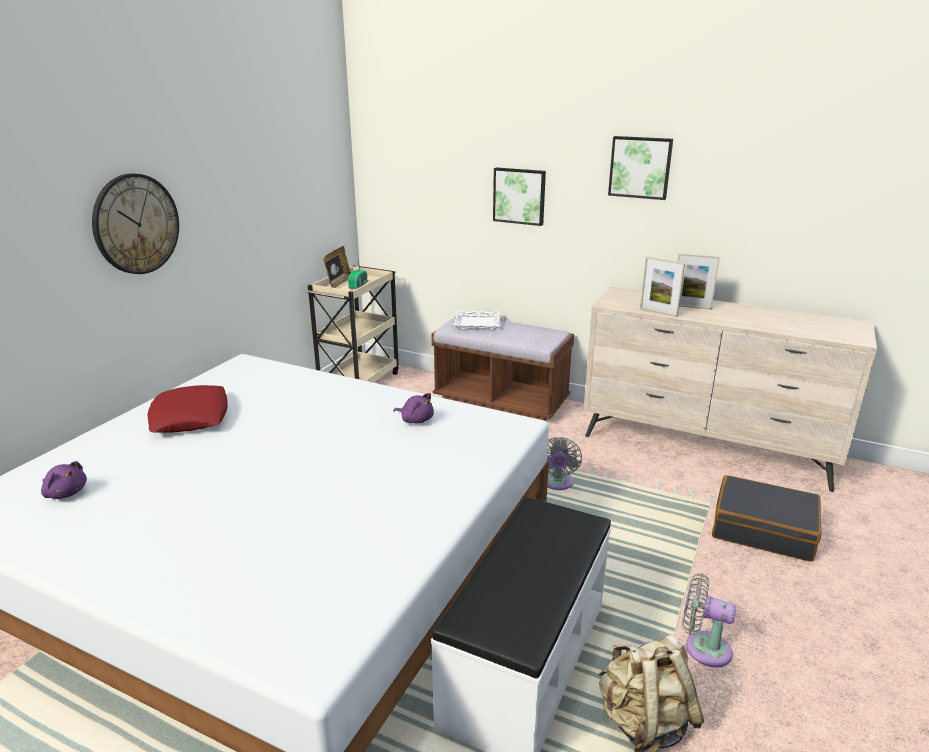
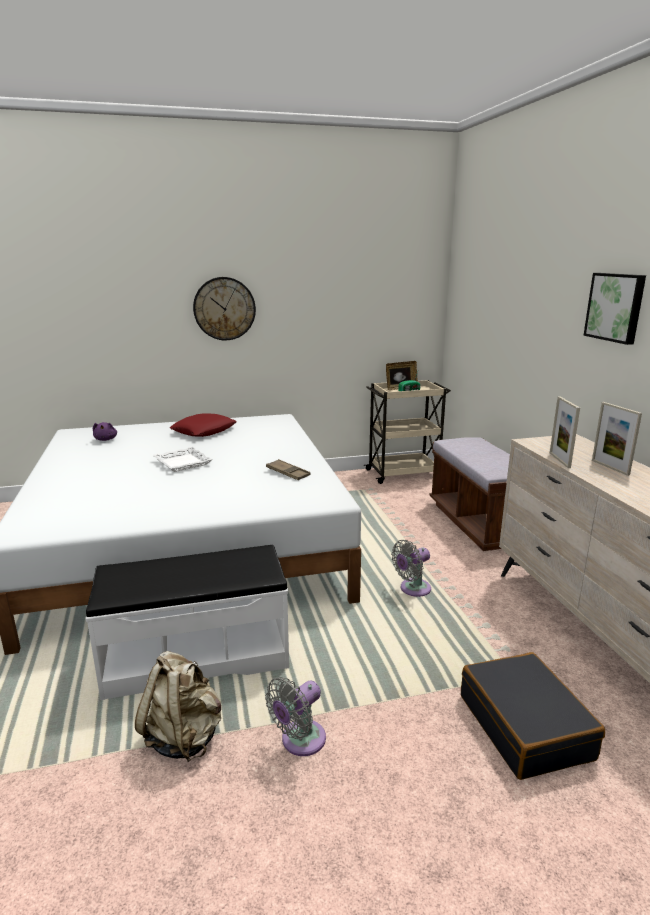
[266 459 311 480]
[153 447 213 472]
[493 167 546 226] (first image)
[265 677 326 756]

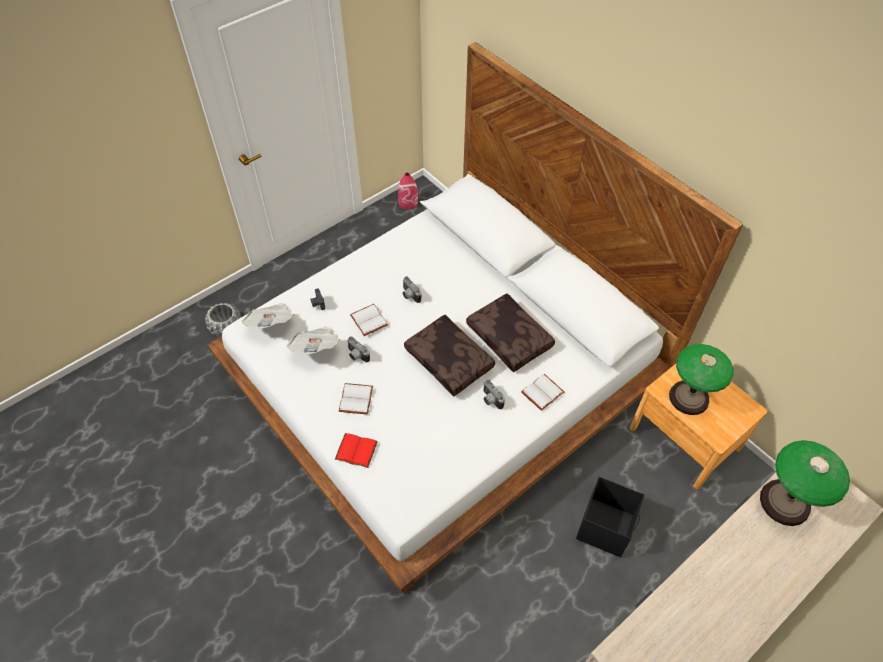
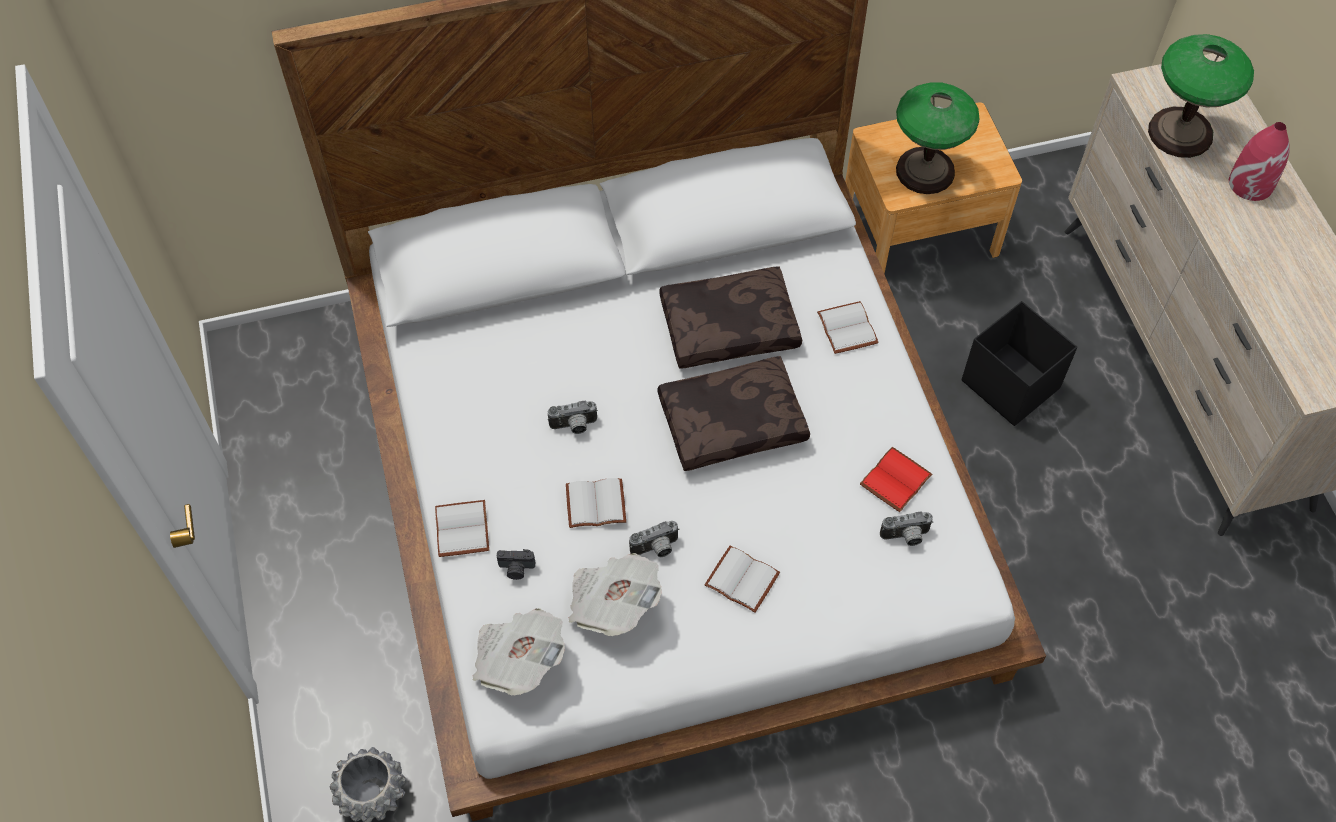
[860 447 932 512]
[1229 122 1289 201]
[880 511 933 546]
[435 500 489 557]

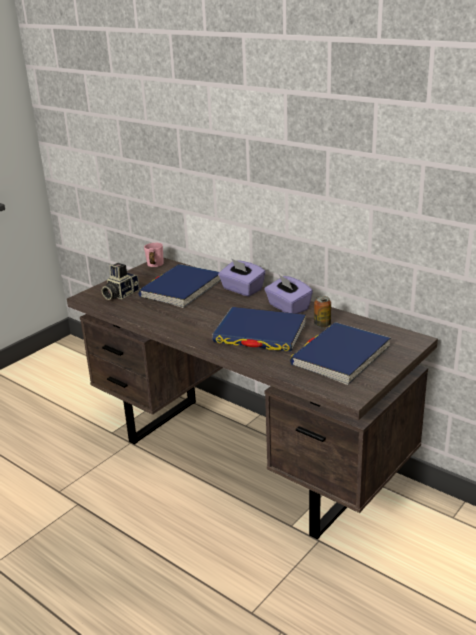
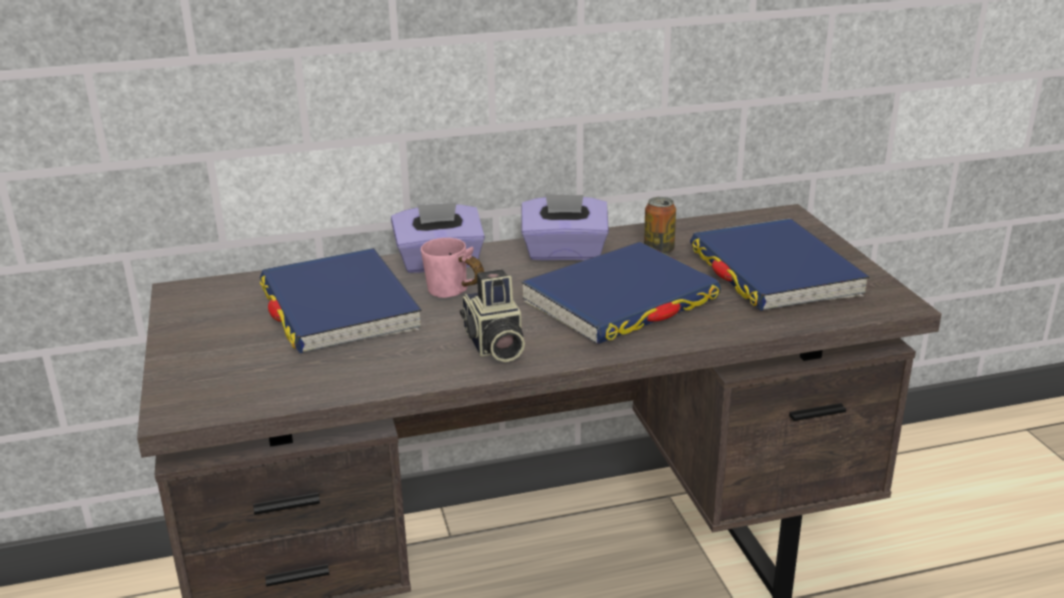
[460 269 525 362]
[421 238 484 298]

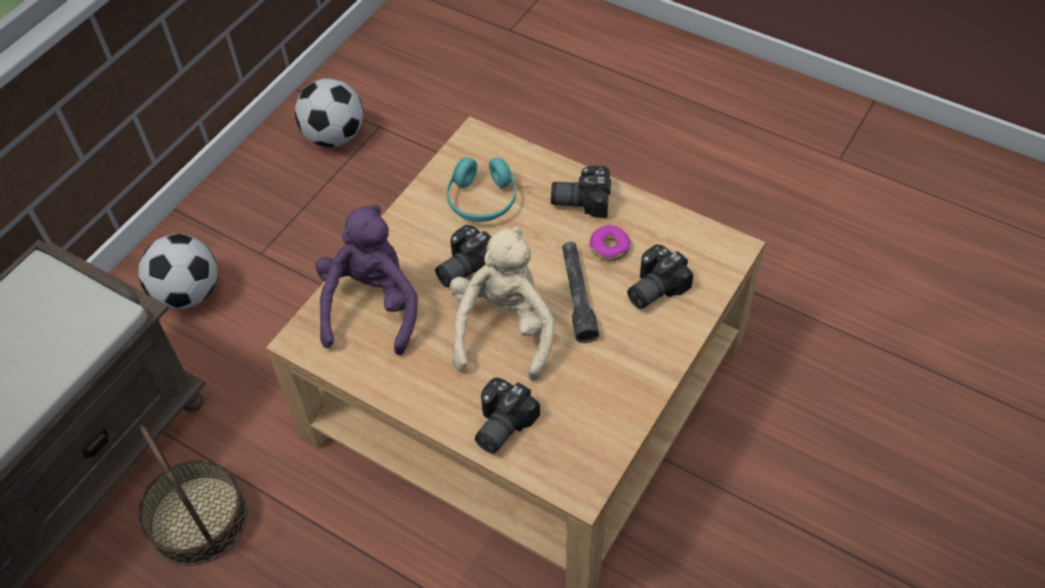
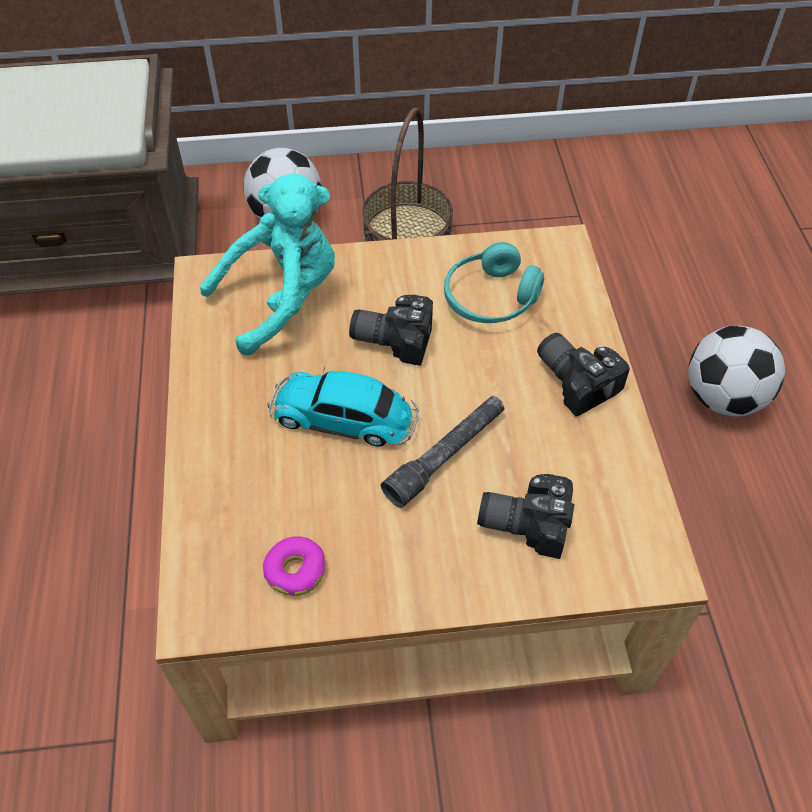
[362 108 453 242]
[688 325 785 417]
[200 173 335 356]
[267 367 418 447]
[475 378 540 454] (first image)
[263 536 326 596]

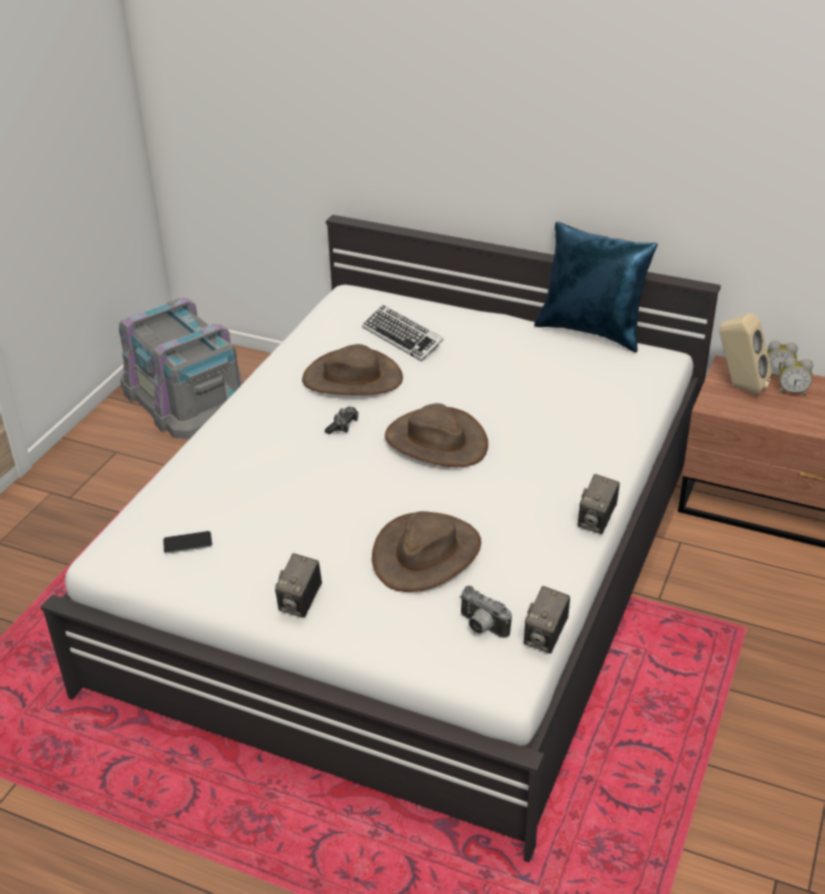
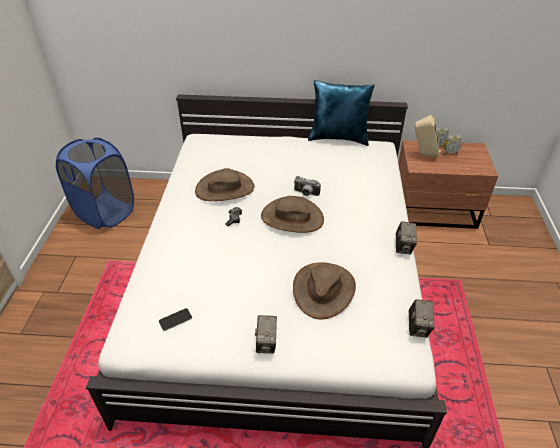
[56 138 134 229]
[362 305 444 362] (first image)
[294 176 321 196]

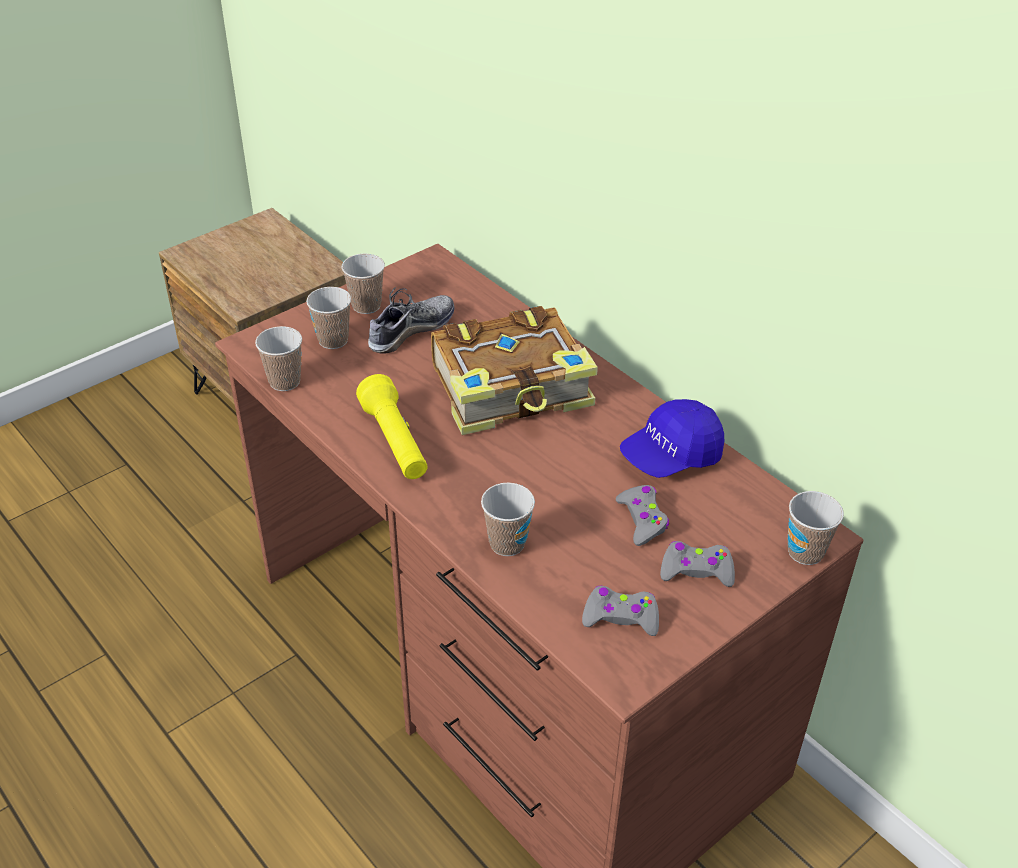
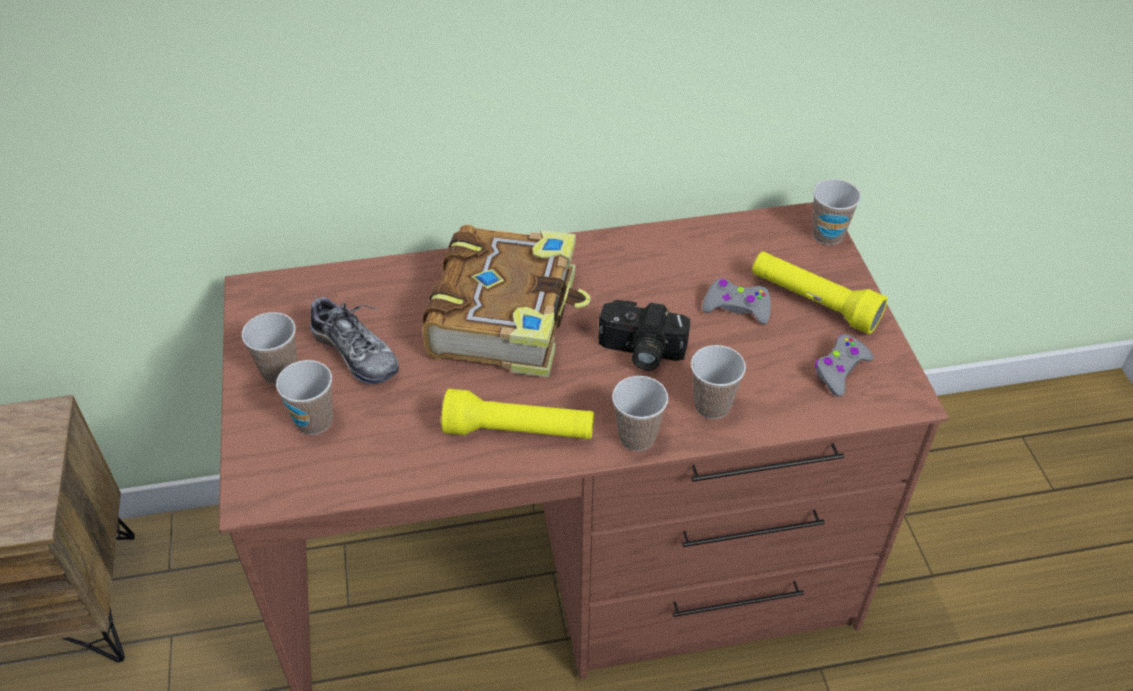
[612 376 668 451]
[310 294 399 385]
[620 399 724 478] (first image)
[752 251 888 334]
[598 300 690 371]

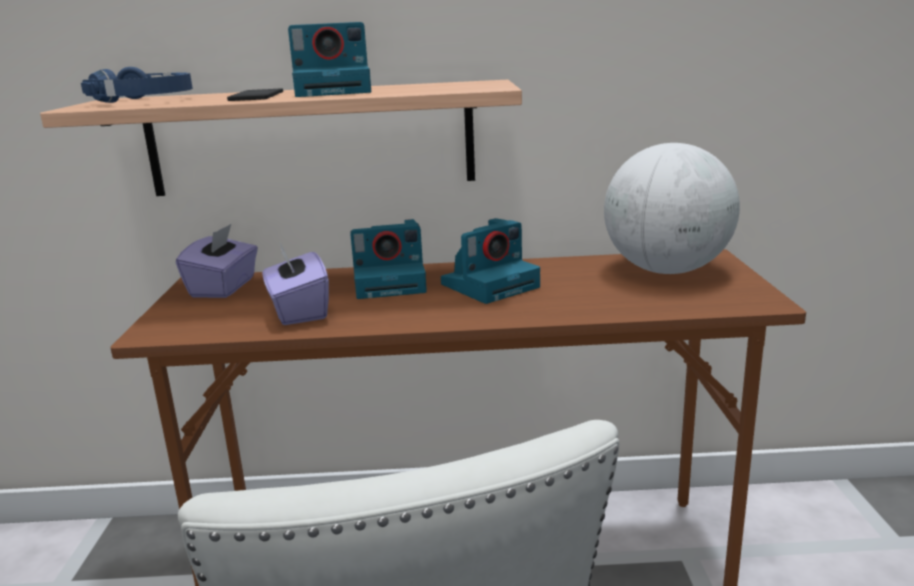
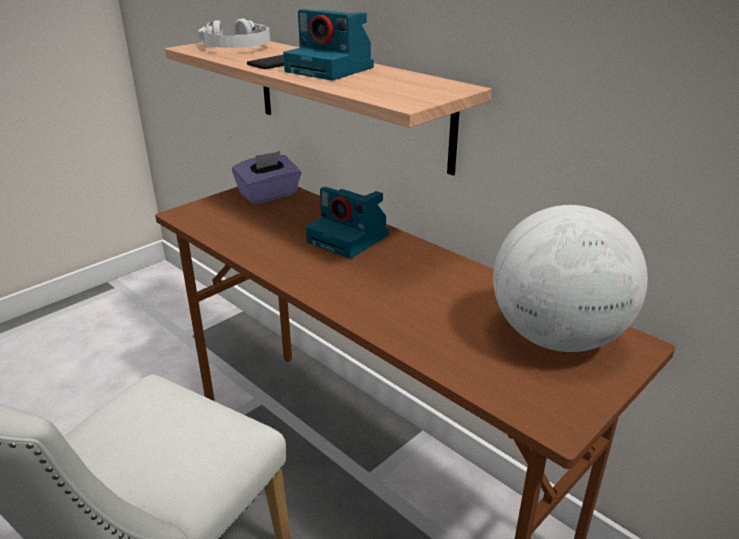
[199 18 270 48]
[262 243 329 325] (first image)
[441 218 540 304] (first image)

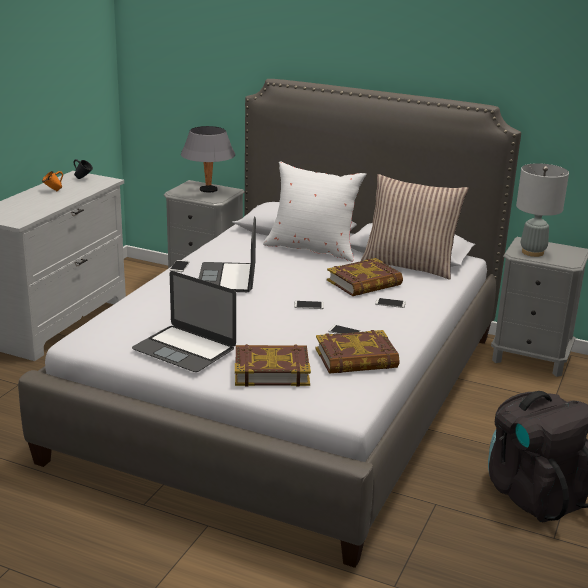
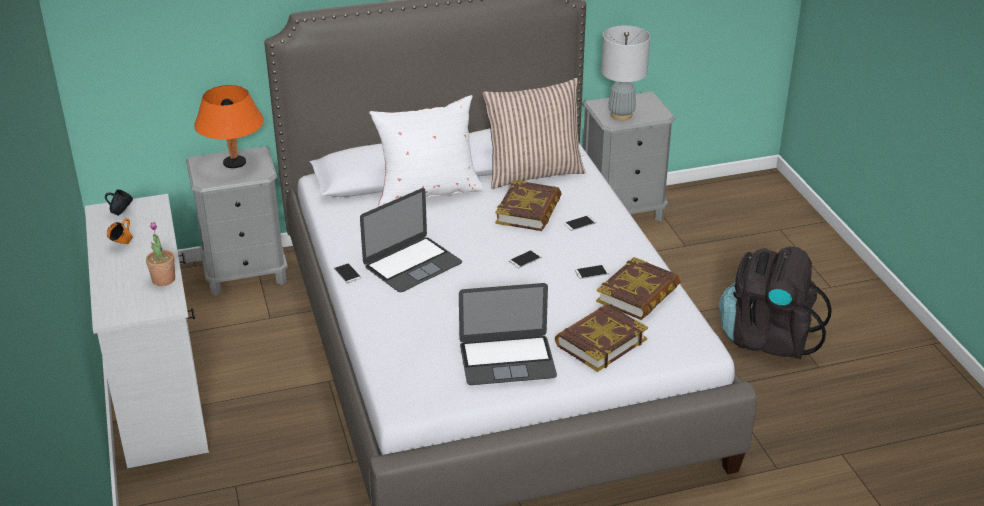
[194 85 264 168]
[360 188 462 292]
[146 222 175 286]

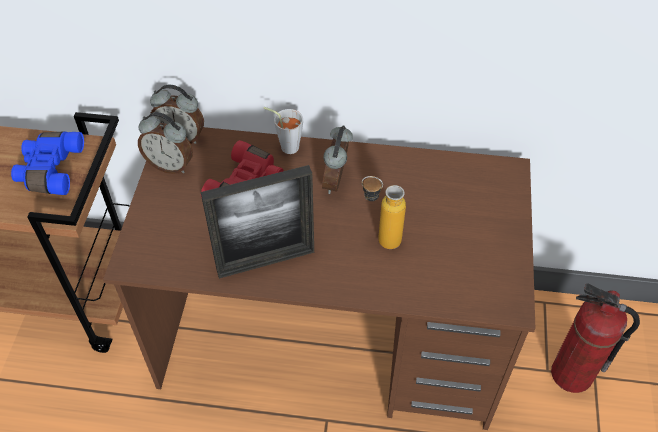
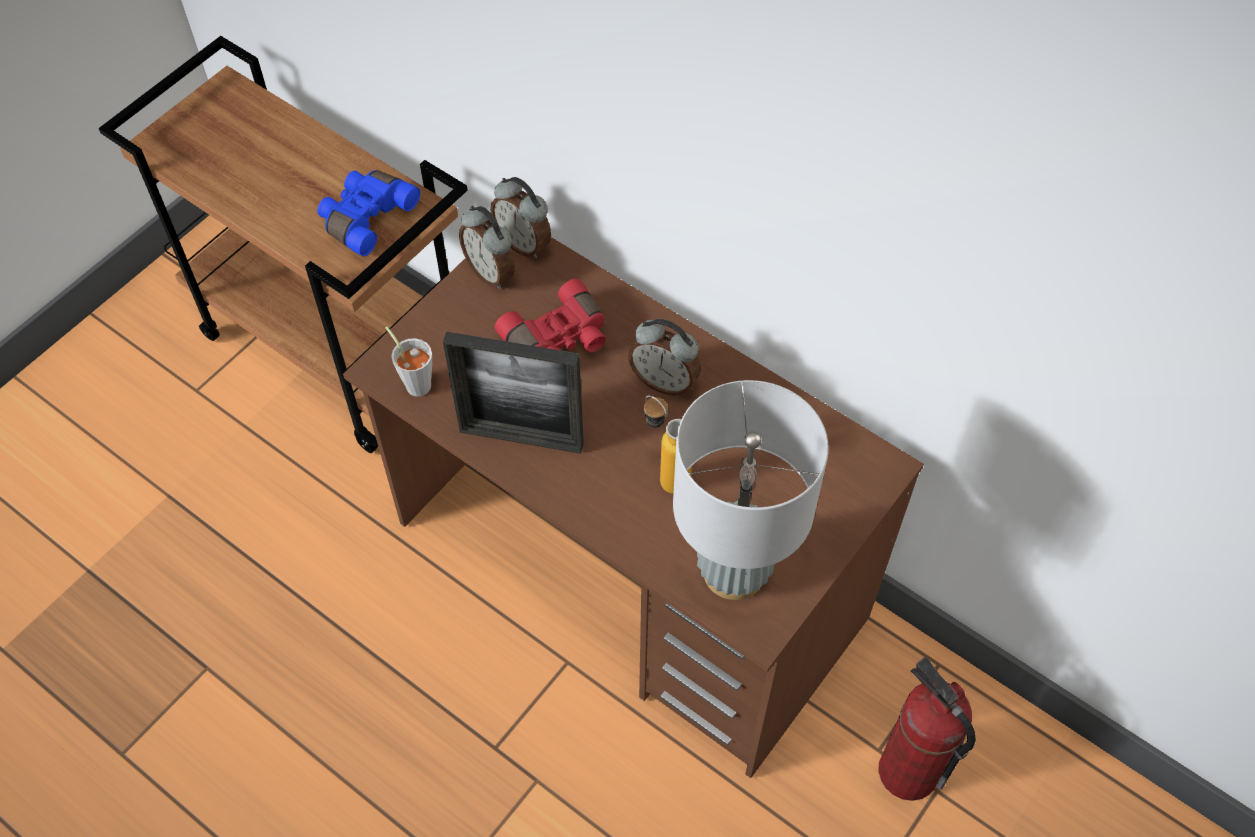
[385 326 432 397]
[628 319 701 396]
[673 380 829 600]

